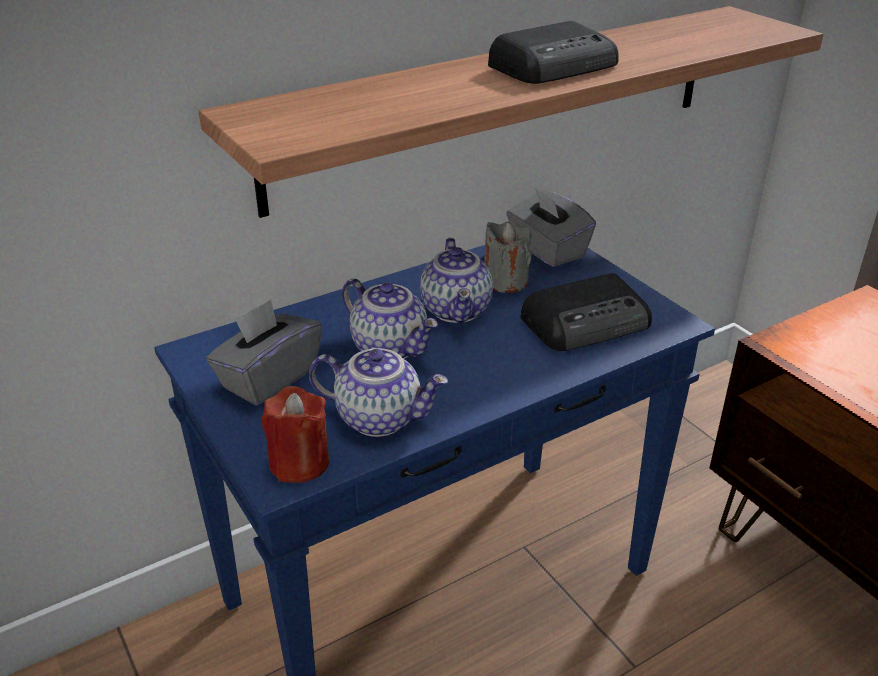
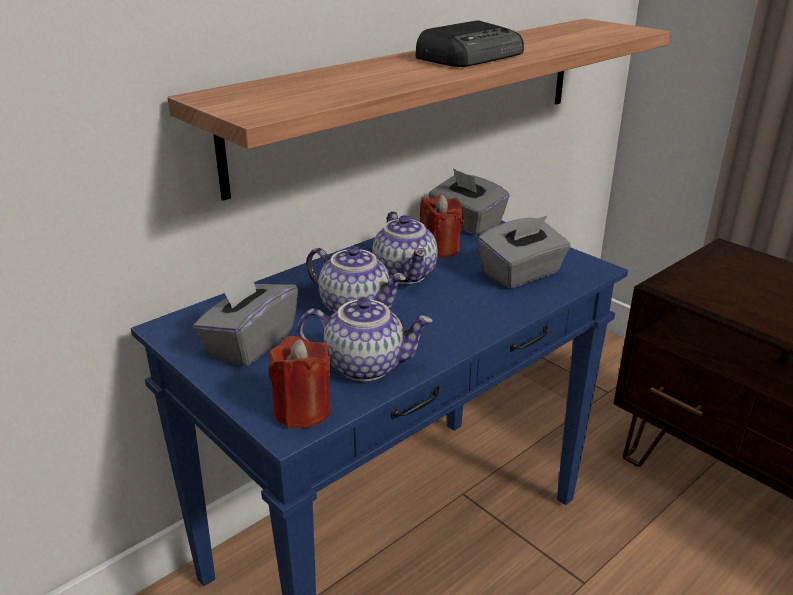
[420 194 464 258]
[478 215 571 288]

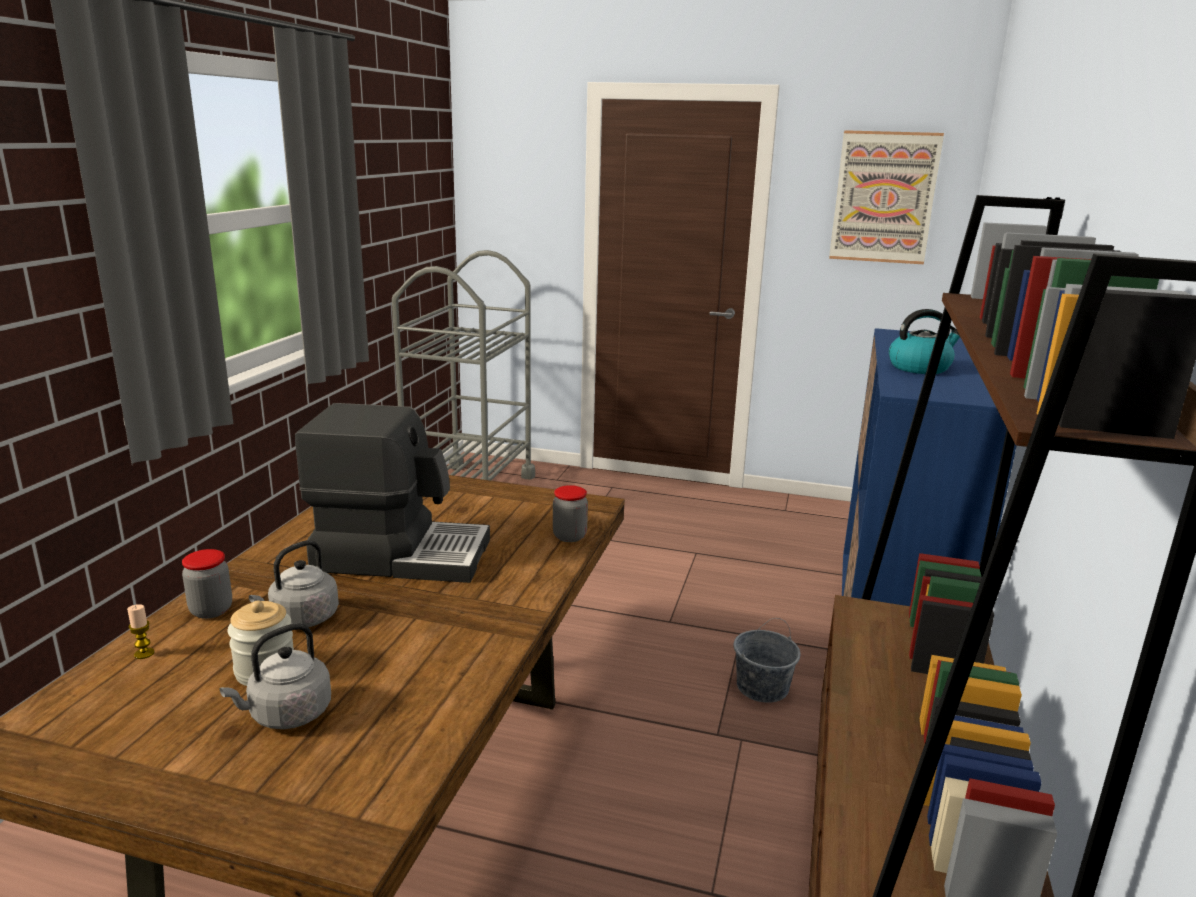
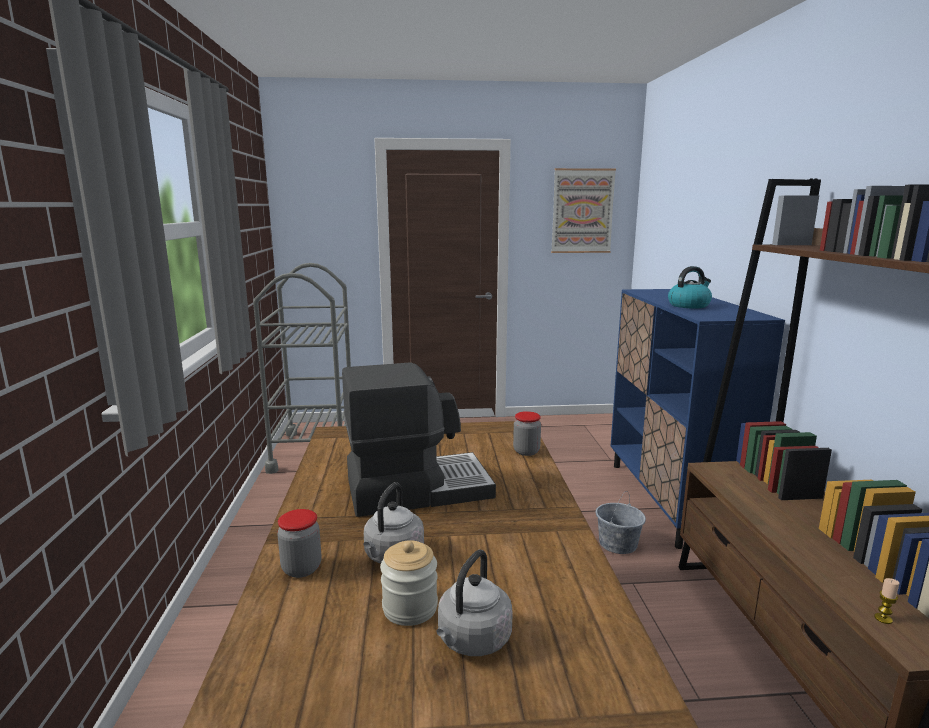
[874 578 900 624]

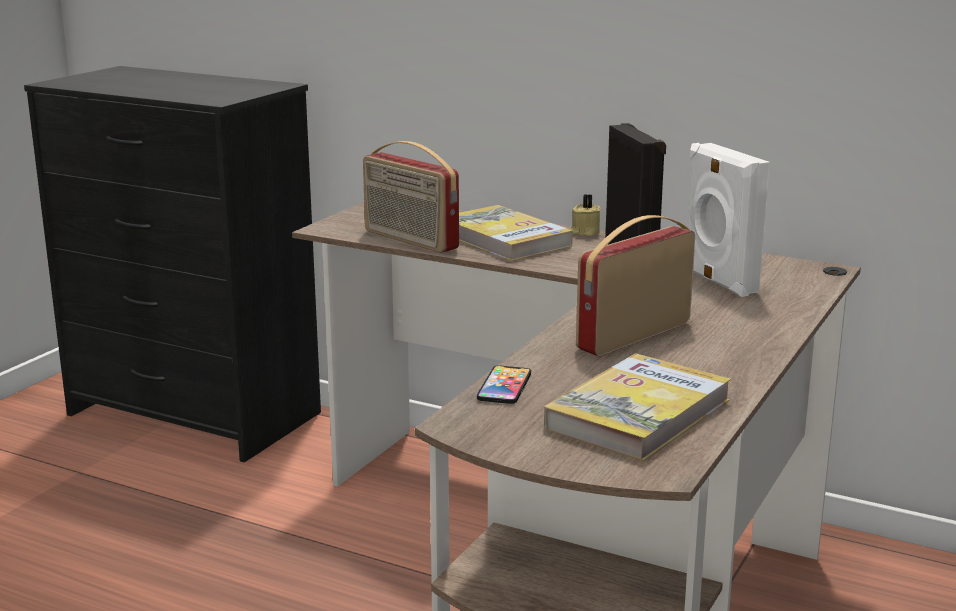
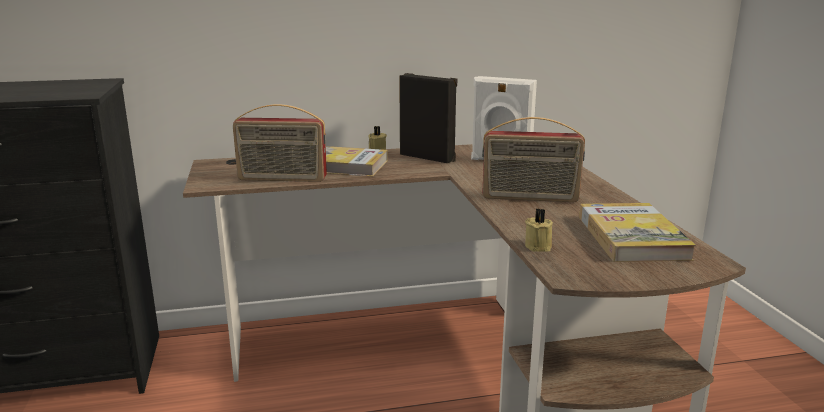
[525 209 553 252]
[482 117 585 202]

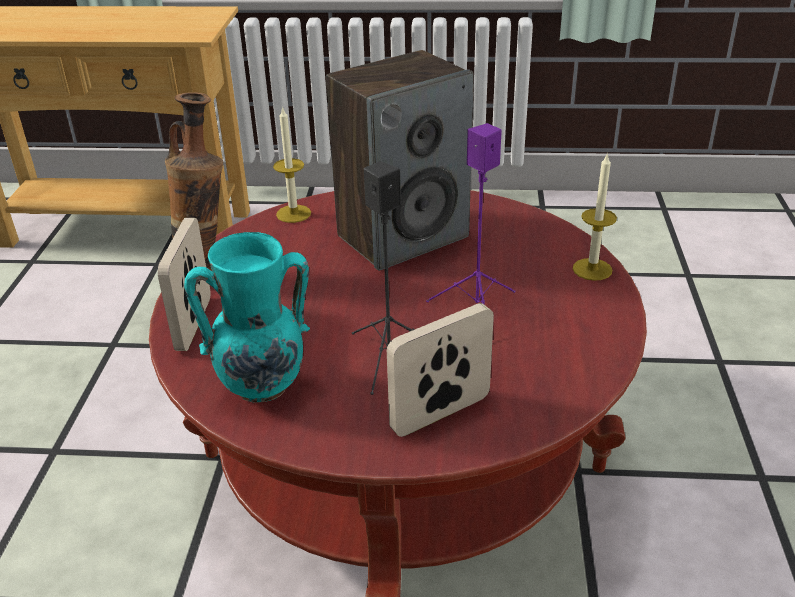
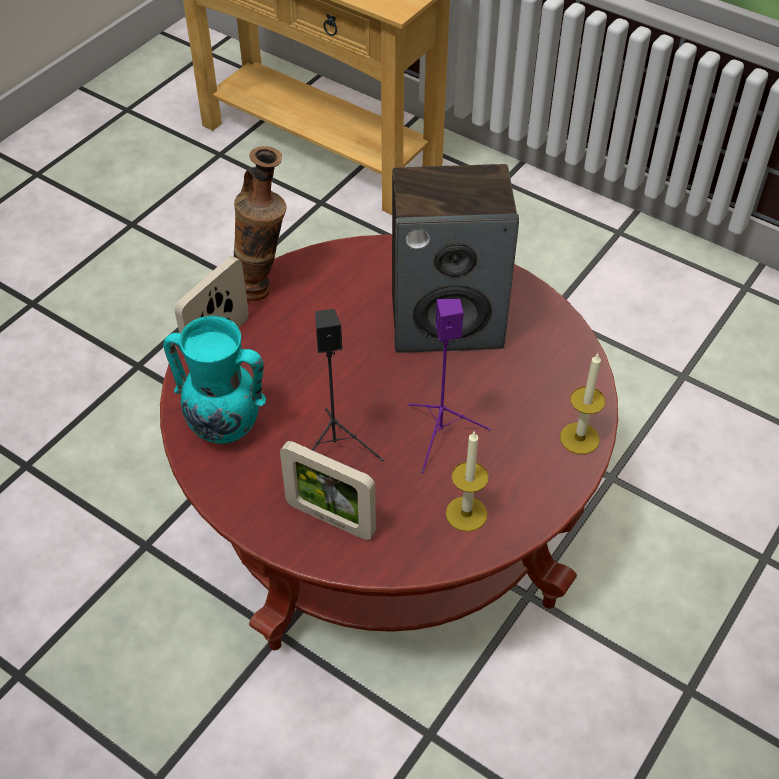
[446 430 489 532]
[280 441 376 540]

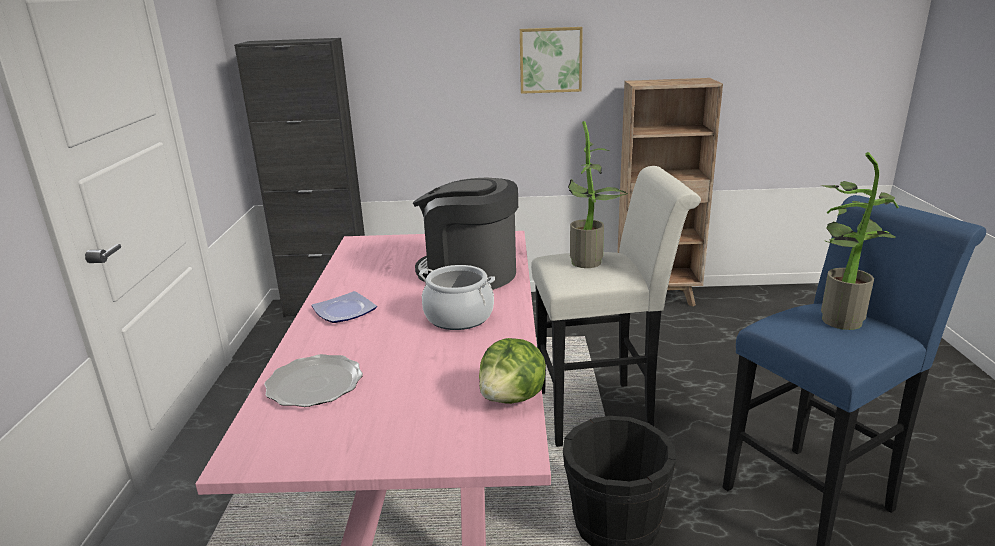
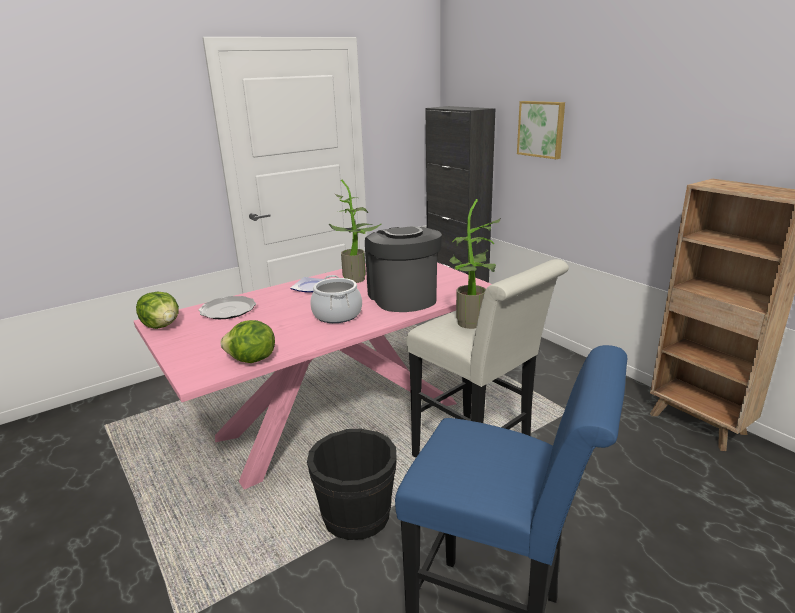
[517 101 565 159]
[329 180 382 283]
[136 292 179 329]

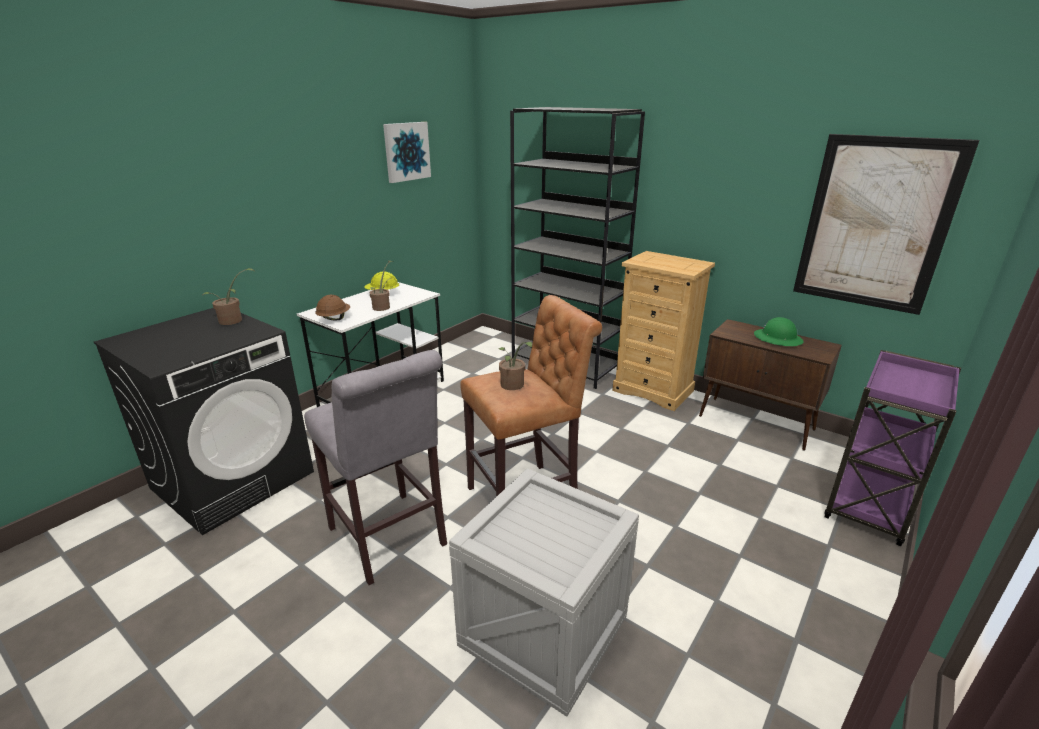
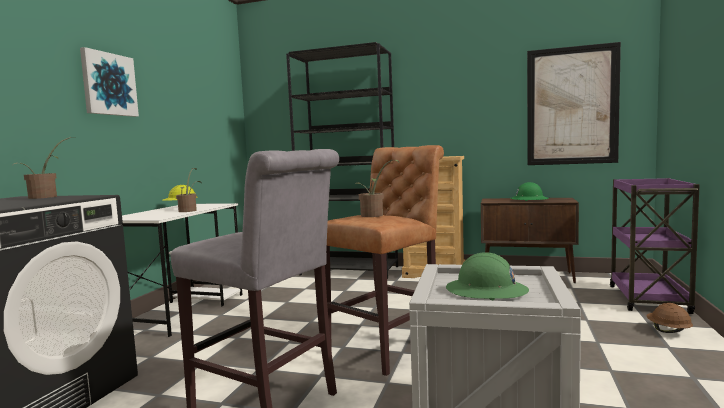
[646 303 693 333]
[80 47 139 117]
[446 252 529 300]

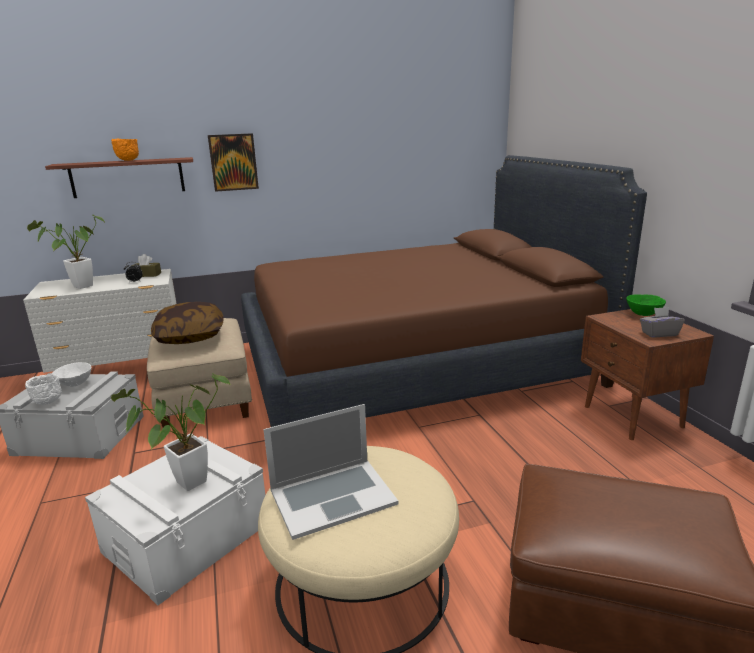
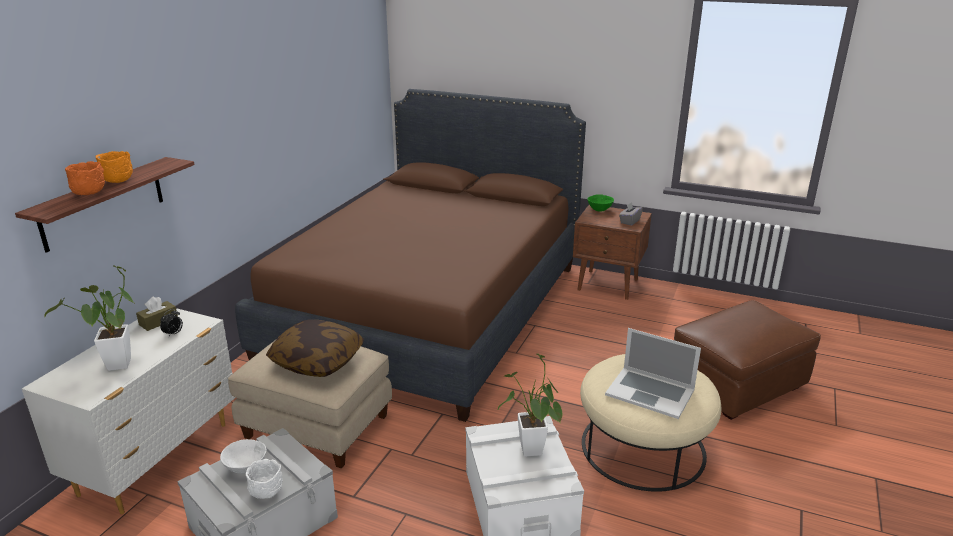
[208 133 259 192] (first image)
[605 328 701 419]
[65 161 105 195]

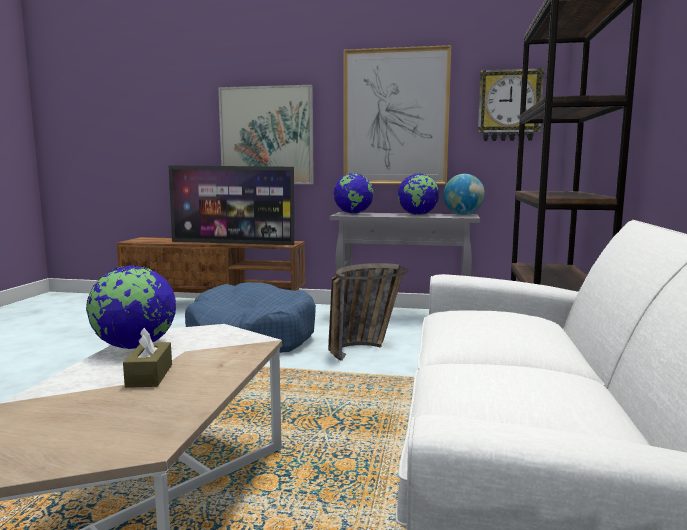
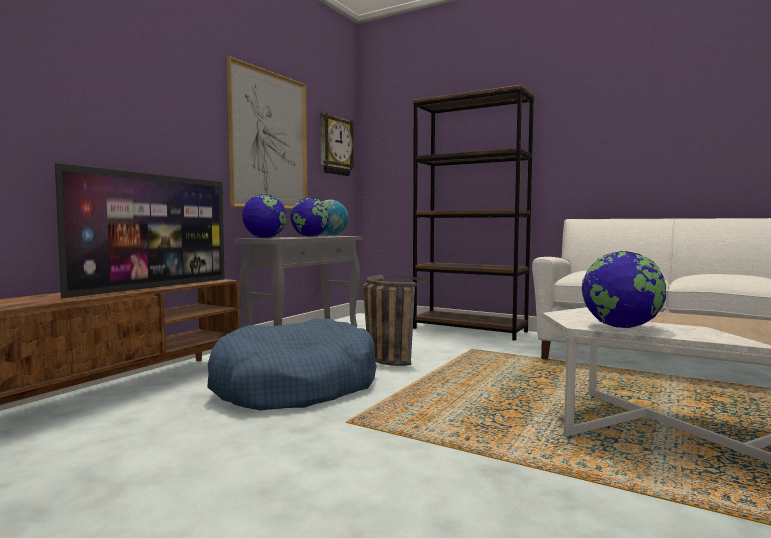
[123 328 172 388] (first image)
[218 85 314 184] (first image)

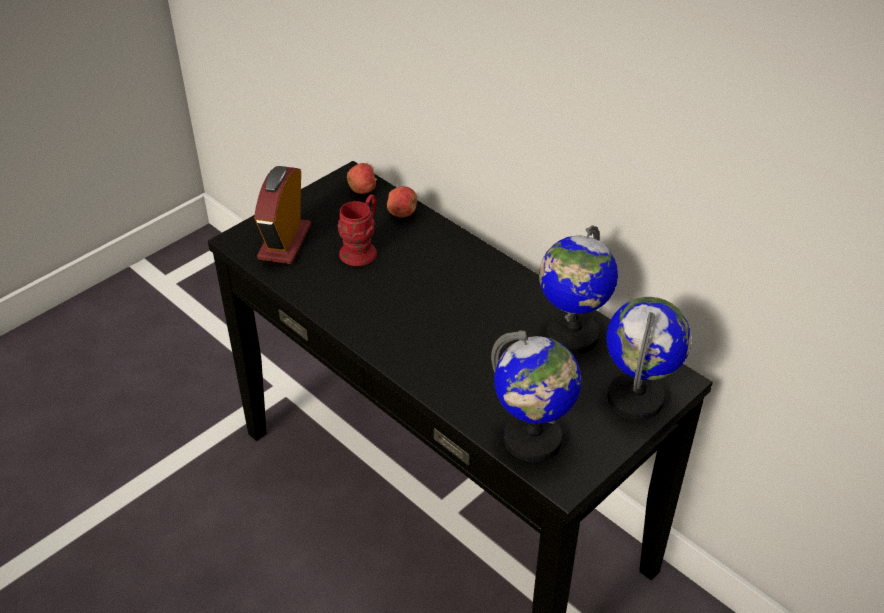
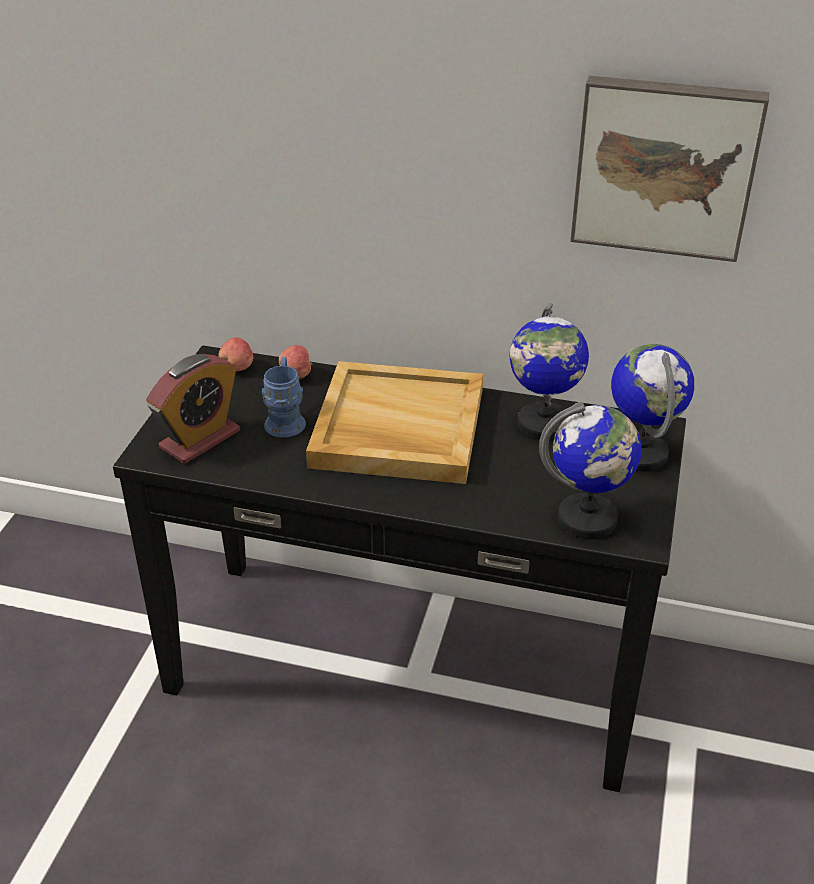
[146 354 240 464]
[262 357 306 437]
[306 361 483 484]
[570 75 769 262]

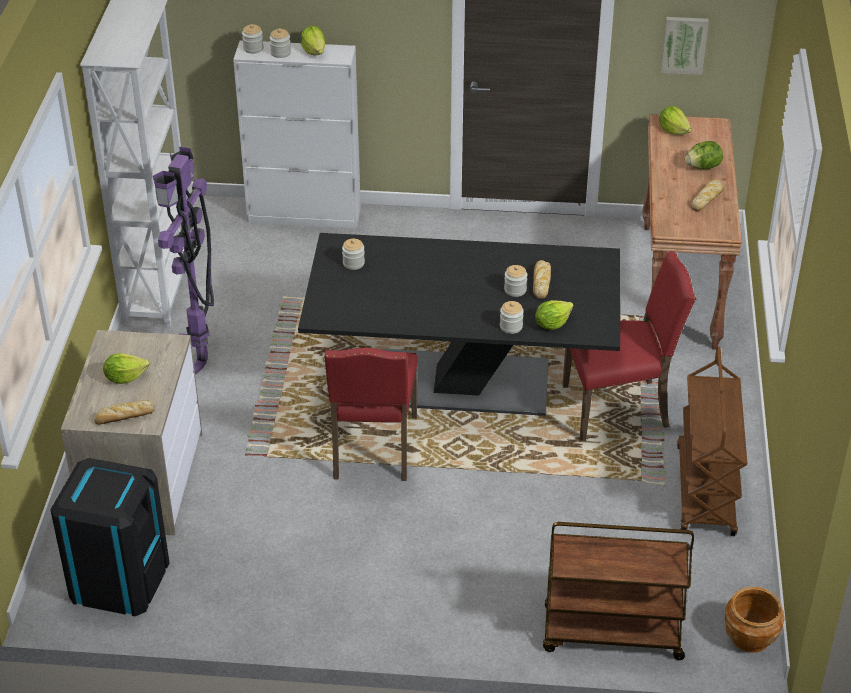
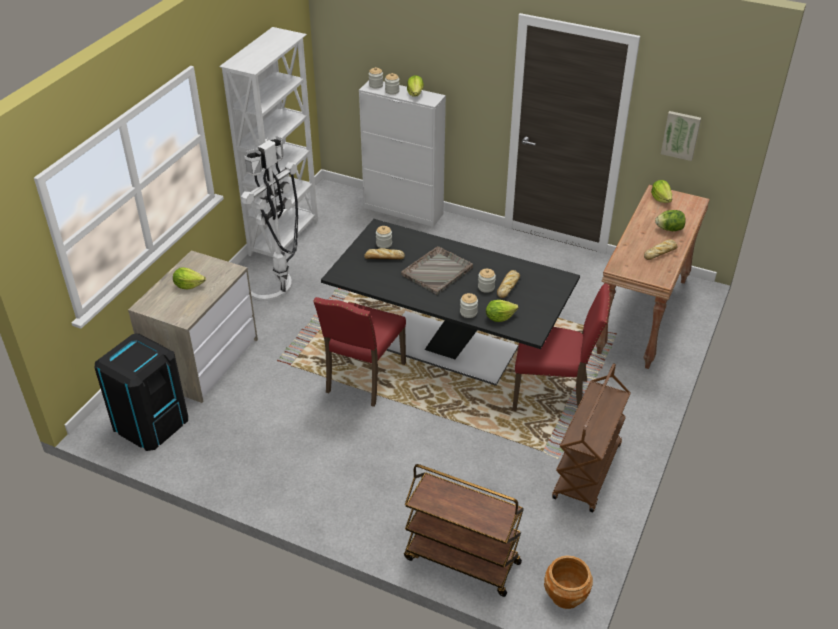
[364 248 405 260]
[241 136 298 301]
[401 246 473 295]

